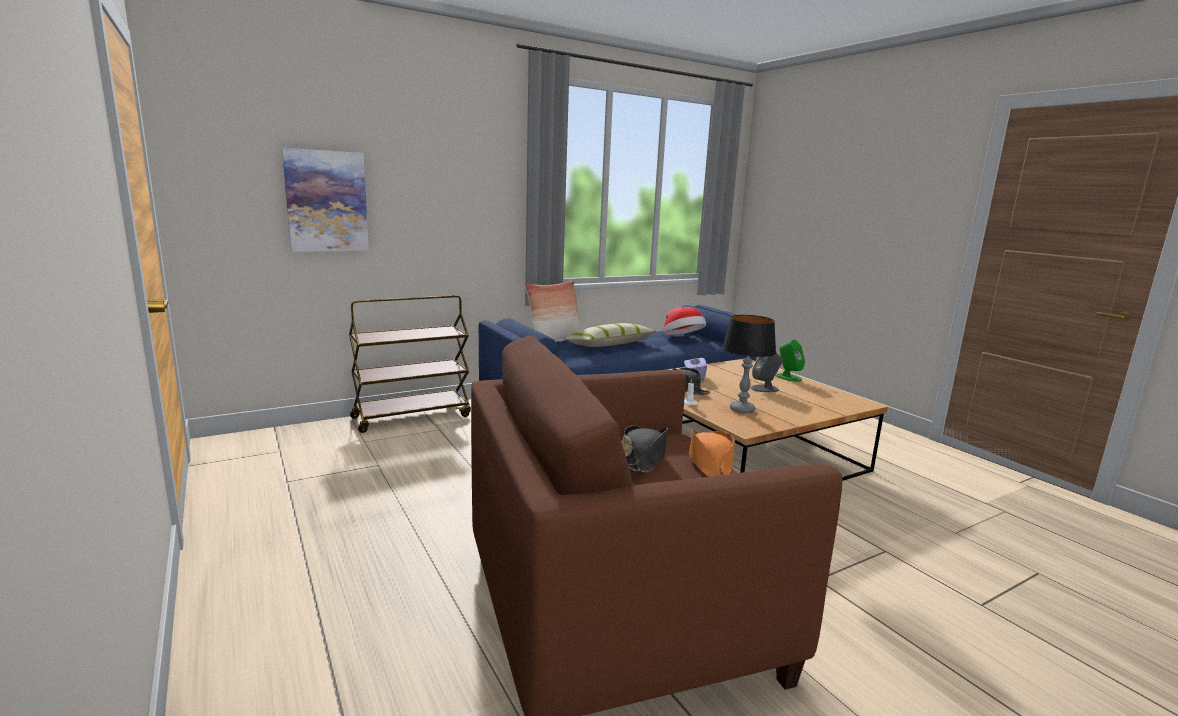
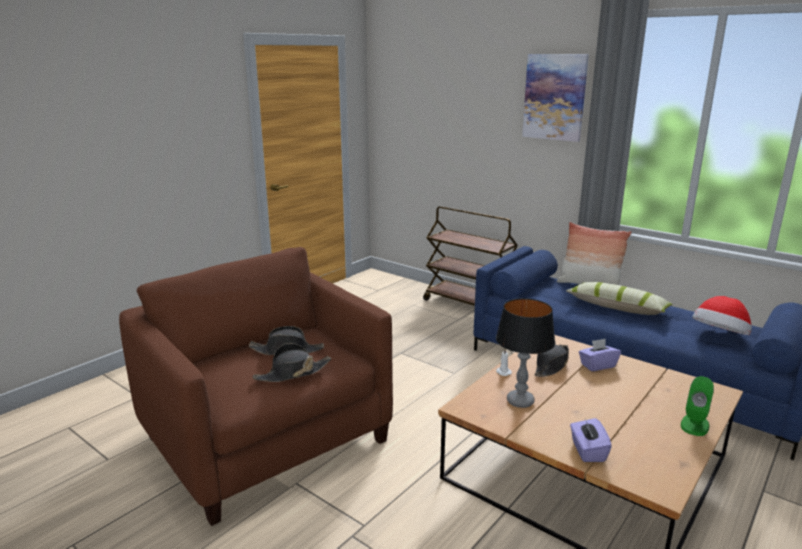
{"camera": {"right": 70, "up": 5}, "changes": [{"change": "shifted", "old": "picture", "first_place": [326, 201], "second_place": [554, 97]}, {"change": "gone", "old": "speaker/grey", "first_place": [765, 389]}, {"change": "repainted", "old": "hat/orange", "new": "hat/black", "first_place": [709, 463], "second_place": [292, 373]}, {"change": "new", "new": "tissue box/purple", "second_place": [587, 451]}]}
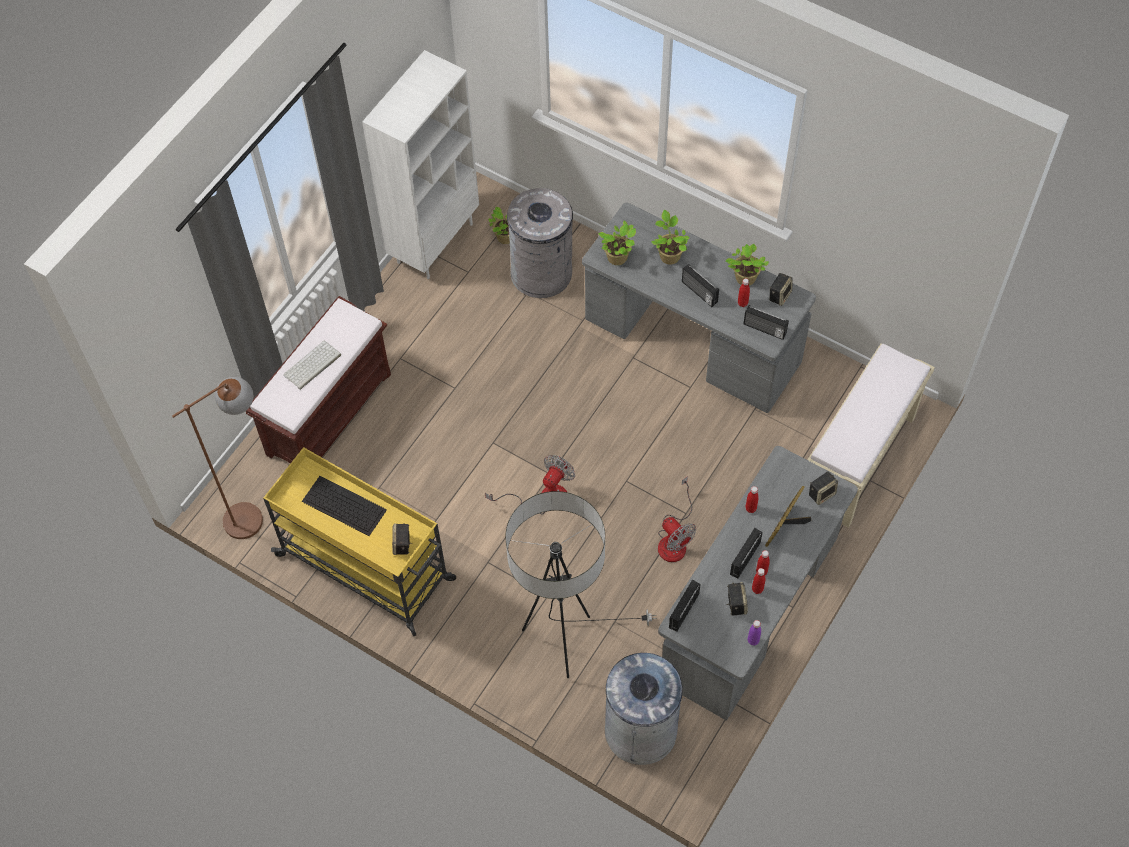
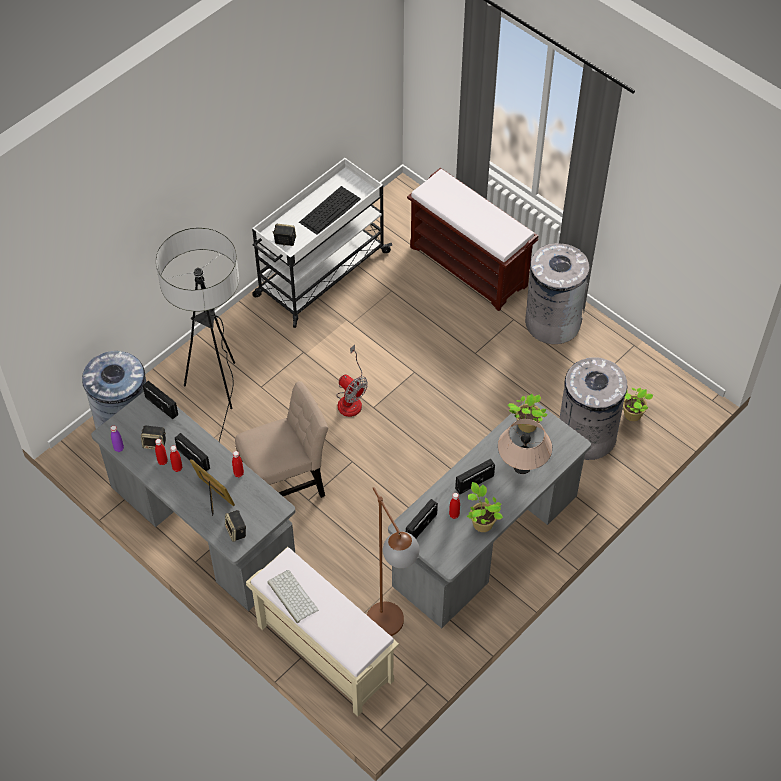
{"camera": {"right": 100, "up": -5}, "changes": [{"change": "gone", "old": "bookcase/white", "first_place": [434, 242]}, {"change": "swapped", "old": "potted plant", "new": "table lamp/beige", "first_place": [669, 255], "second_place": [521, 466]}, {"change": "gone", "old": "speaker", "first_place": [779, 295]}, {"change": "shifted", "old": "keyboard", "first_place": [312, 366], "second_place": [291, 596]}, {"change": "shifted", "old": "floor lamp/brown", "first_place": [255, 513], "second_place": [391, 631]}, {"change": "repainted", "old": "cart/yellow", "new": "cart/white", "first_place": [367, 568], "second_place": [320, 275]}, {"change": "swapped", "old": "fan", "new": "chair/beige", "first_place": [674, 539], "second_place": [286, 486]}, {"change": "new", "new": "trash can/grey", "second_place": [552, 322]}]}
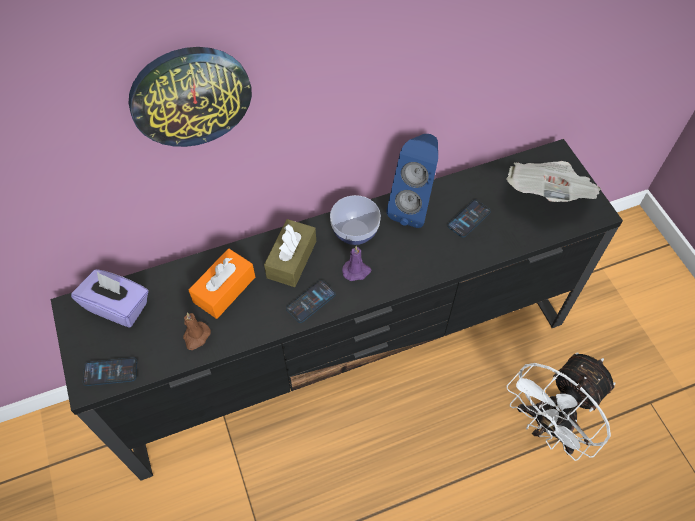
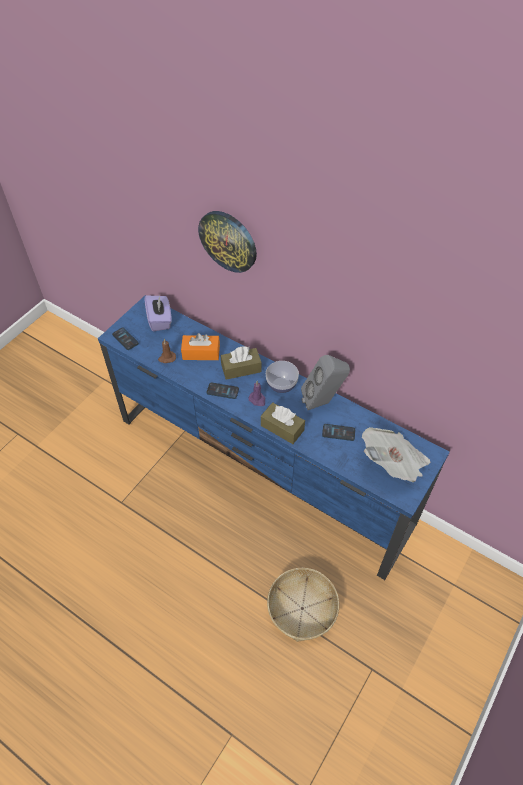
{"camera": {"right": 55, "up": -5}, "changes": [{"change": "repainted", "old": "speaker/blue", "new": "speaker/grey", "first_place": [413, 206], "second_place": [323, 401]}, {"change": "repainted", "old": "tv stand/black", "new": "tv stand/blue", "first_place": [349, 356], "second_place": [262, 471]}, {"change": "swapped", "old": "fan/white", "new": "basket", "first_place": [547, 426], "second_place": [302, 608]}, {"change": "new", "new": "tissue box/brown", "second_place": [282, 428]}]}
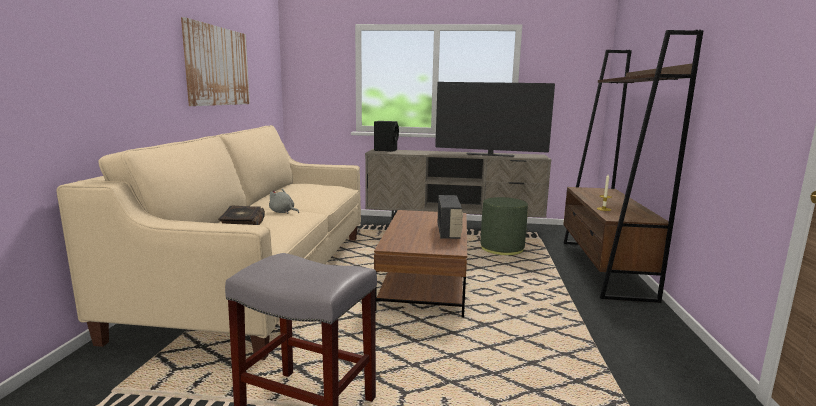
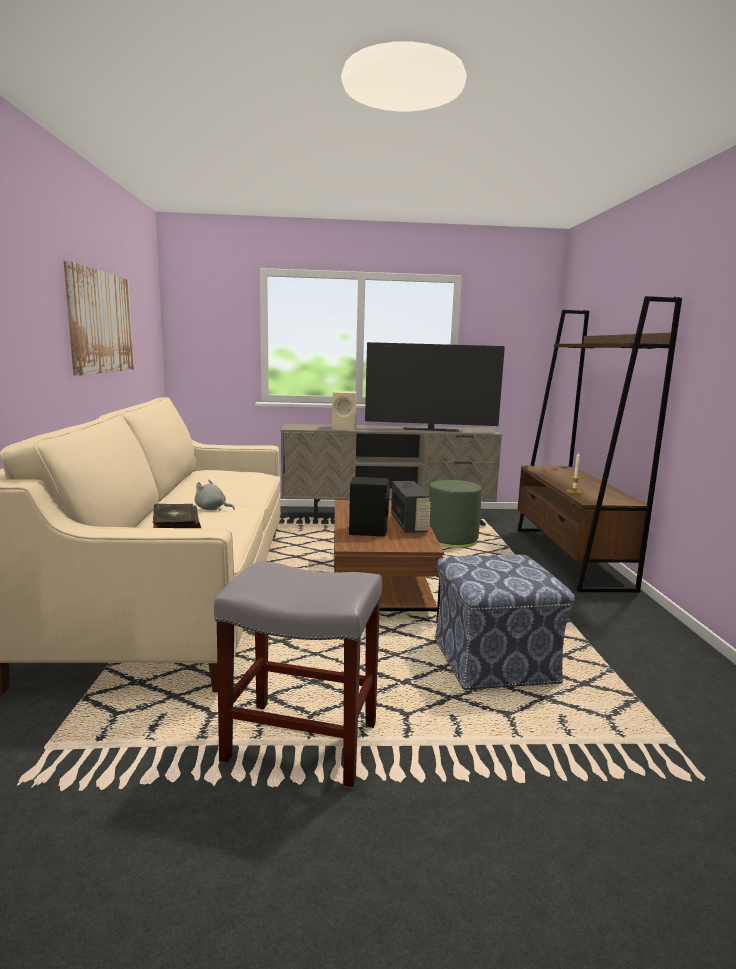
{"camera": {"right": -10, "up": 0}, "changes": [{"change": "shifted", "old": "speaker/black", "first_place": [386, 150], "second_place": [368, 530]}, {"change": "new", "new": "speaker/beige", "second_place": [345, 428]}, {"change": "new", "new": "ottoman", "second_place": [494, 661]}]}
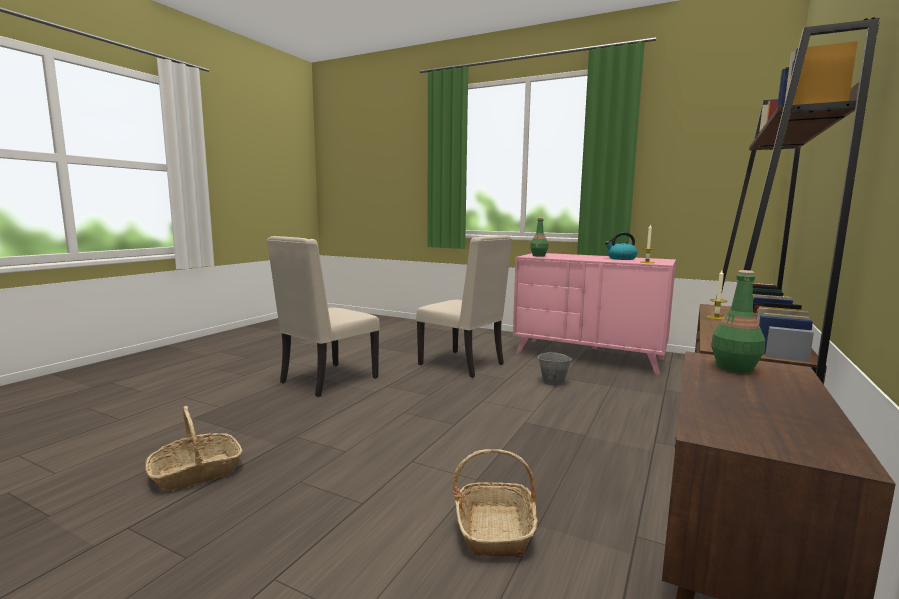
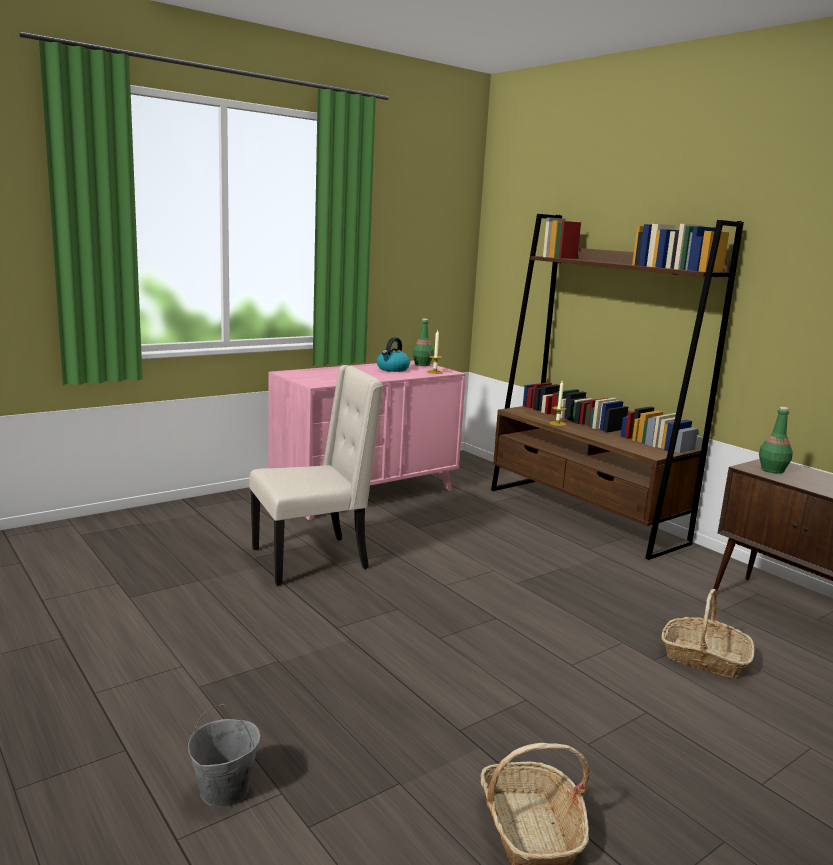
{"camera": {"right": -65, "up": 5}, "changes": [{"change": "shifted", "old": "bottle/green", "first_place": [539, 256], "second_place": [422, 364]}, {"change": "gone", "old": "chair/beige", "first_place": [327, 380]}, {"change": "shifted", "old": "bucket/grey", "first_place": [553, 382], "second_place": [224, 791]}]}
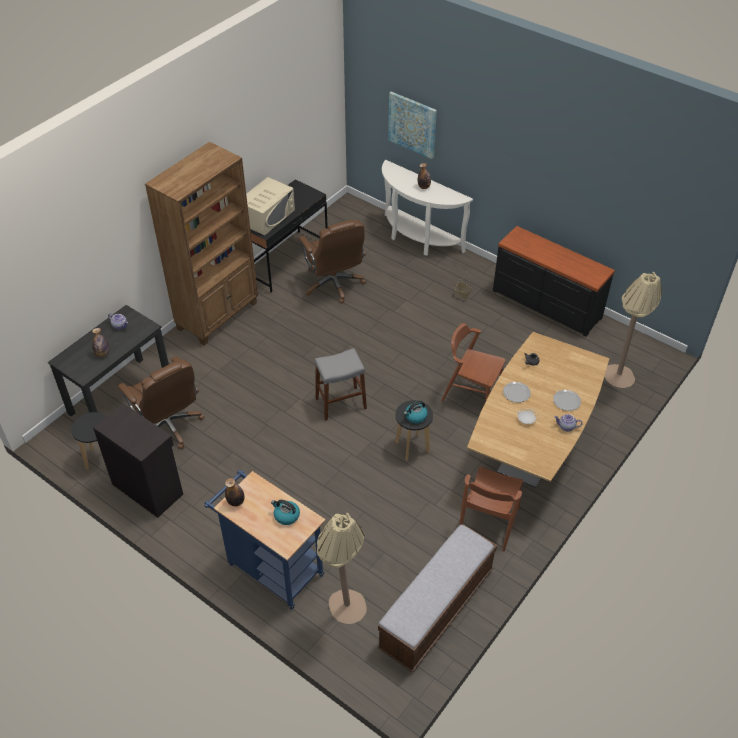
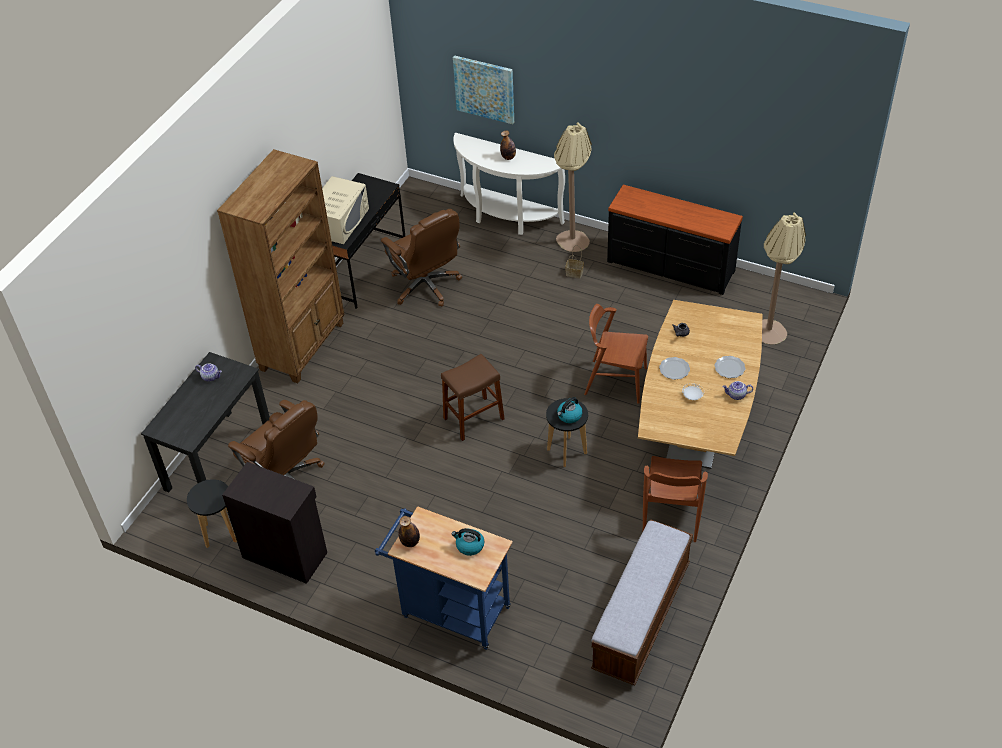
{"camera": {"right": -10, "up": 0}, "changes": [{"change": "gone", "old": "bottle", "first_place": [103, 354]}, {"change": "repainted", "old": "stool/grey", "new": "stool/brown", "first_place": [340, 403], "second_place": [473, 418]}, {"change": "shifted", "old": "floor lamp/beige", "first_place": [344, 614], "second_place": [571, 246]}]}
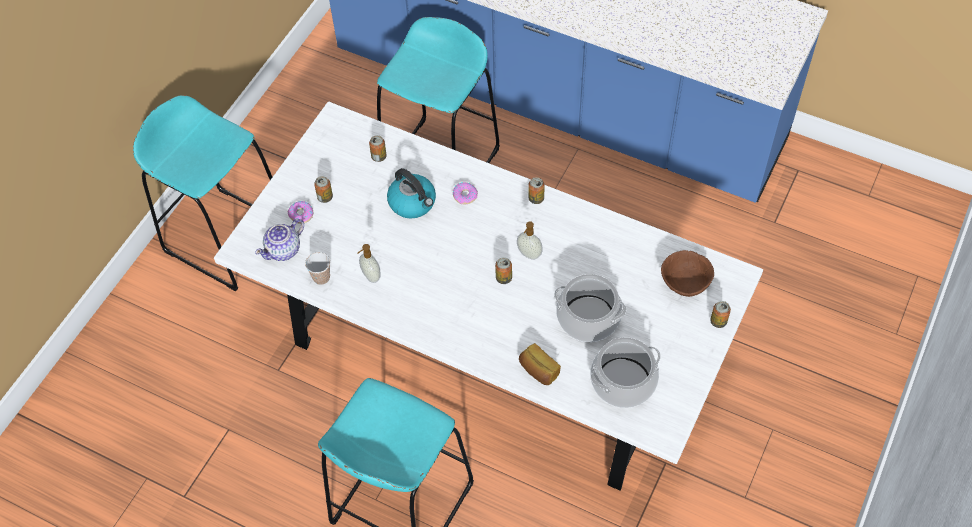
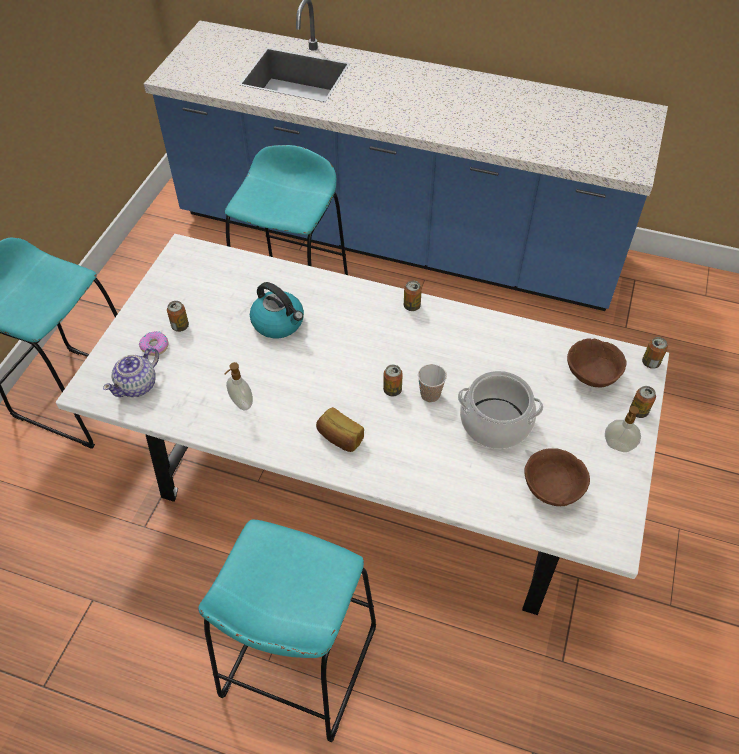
{"camera": {"right": -10, "up": -5}, "changes": [{"change": "shifted", "old": "can", "first_place": [379, 156], "second_place": [650, 363]}, {"change": "gone", "old": "donut", "first_place": [465, 195]}, {"change": "shifted", "old": "soap dispenser", "first_place": [528, 254], "second_place": [617, 446]}, {"change": "shifted", "old": "cup", "first_place": [321, 277], "second_place": [430, 395]}, {"change": "swapped", "old": "cooking pot", "new": "bowl/brown", "first_place": [623, 382], "second_place": [551, 490]}, {"change": "shifted", "old": "bread", "first_place": [538, 371], "second_place": [339, 438]}]}
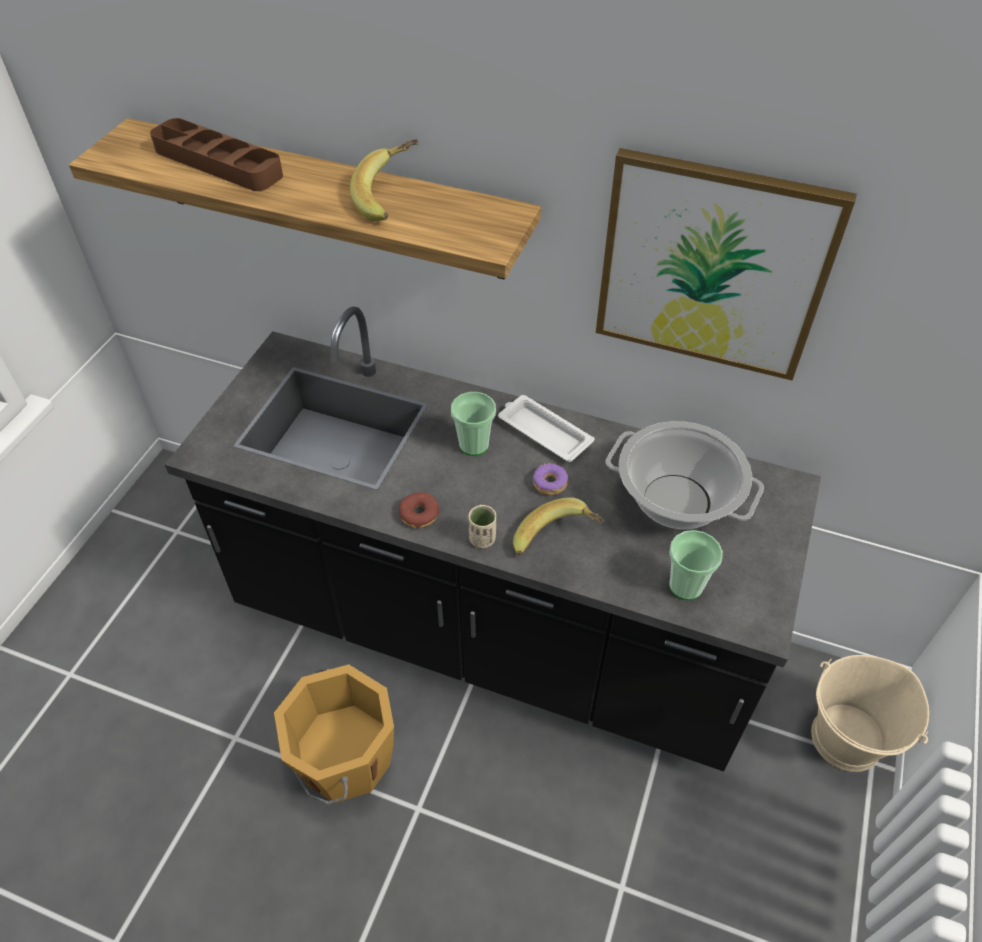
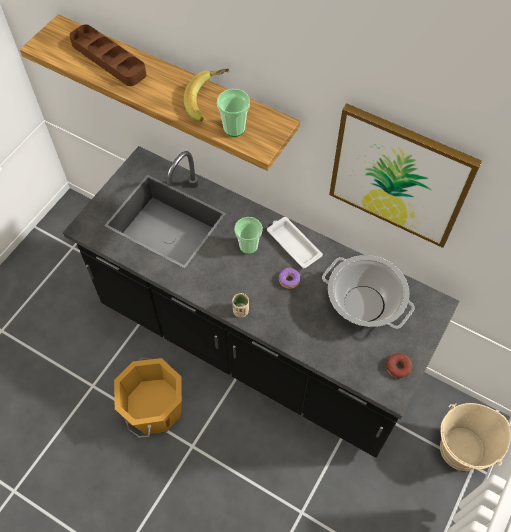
{"camera": {"right": 10, "up": 10}, "changes": [{"change": "shifted", "old": "donut", "first_place": [419, 514], "second_place": [398, 367]}, {"change": "gone", "old": "banana", "first_place": [557, 542]}, {"change": "shifted", "old": "cup", "first_place": [685, 586], "second_place": [234, 128]}]}
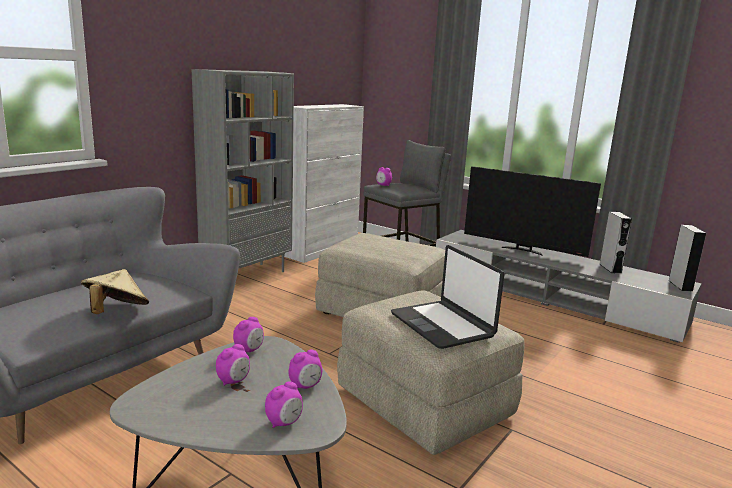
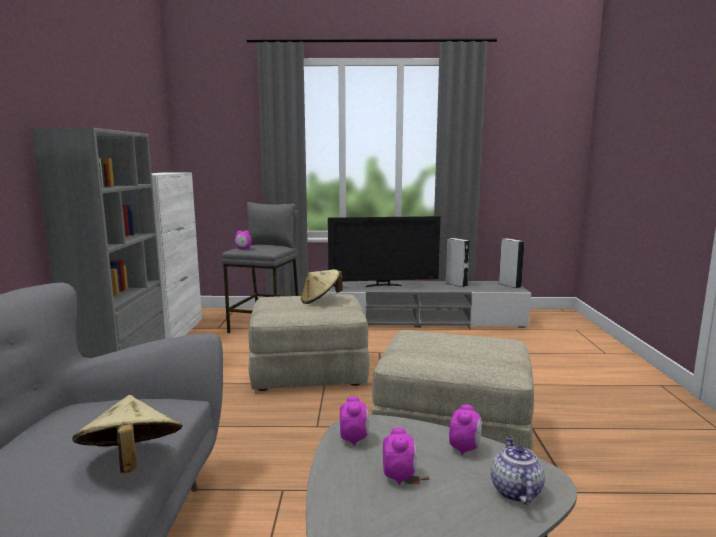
{"camera": {"right": -35, "up": -5}, "changes": [{"change": "gone", "old": "laptop", "first_place": [442, 325]}, {"change": "swapped", "old": "alarm clock", "new": "teapot", "first_place": [284, 423], "second_place": [515, 491]}, {"change": "new", "new": "hat/beige", "second_place": [320, 300]}]}
